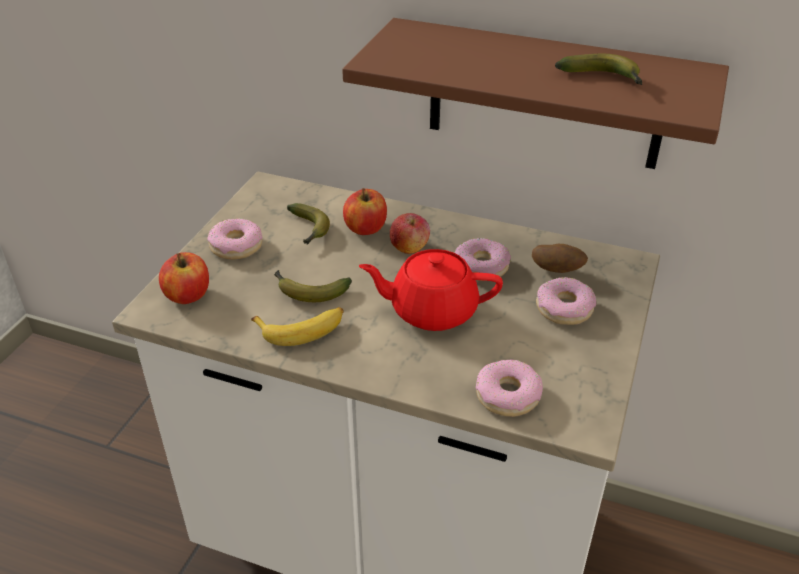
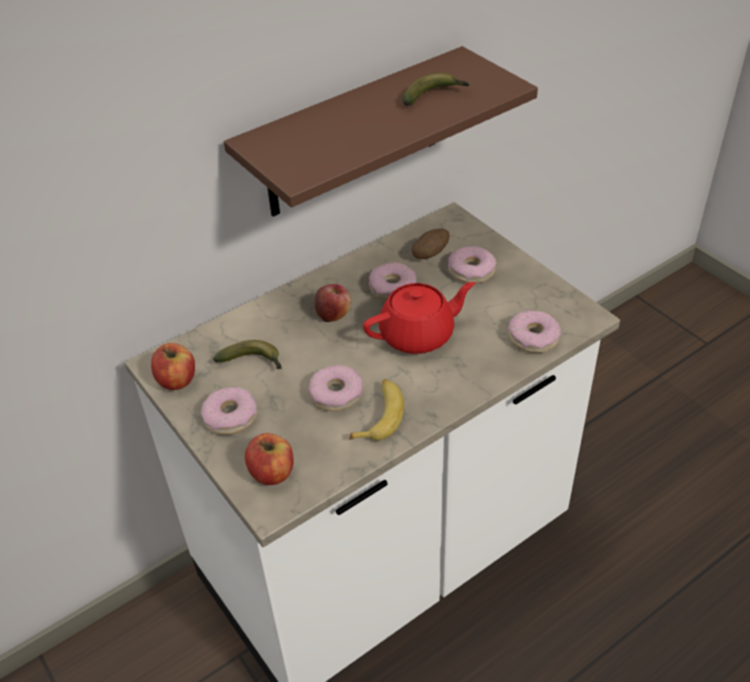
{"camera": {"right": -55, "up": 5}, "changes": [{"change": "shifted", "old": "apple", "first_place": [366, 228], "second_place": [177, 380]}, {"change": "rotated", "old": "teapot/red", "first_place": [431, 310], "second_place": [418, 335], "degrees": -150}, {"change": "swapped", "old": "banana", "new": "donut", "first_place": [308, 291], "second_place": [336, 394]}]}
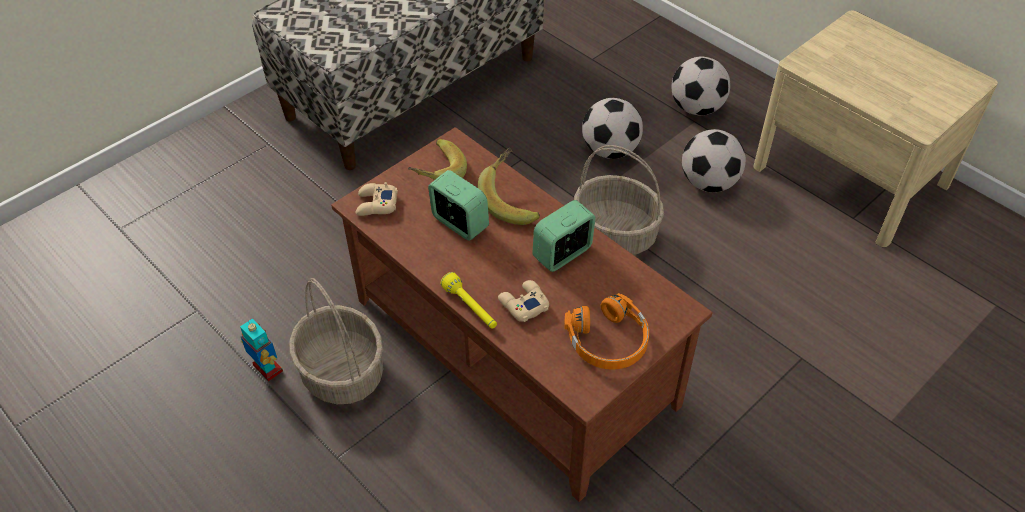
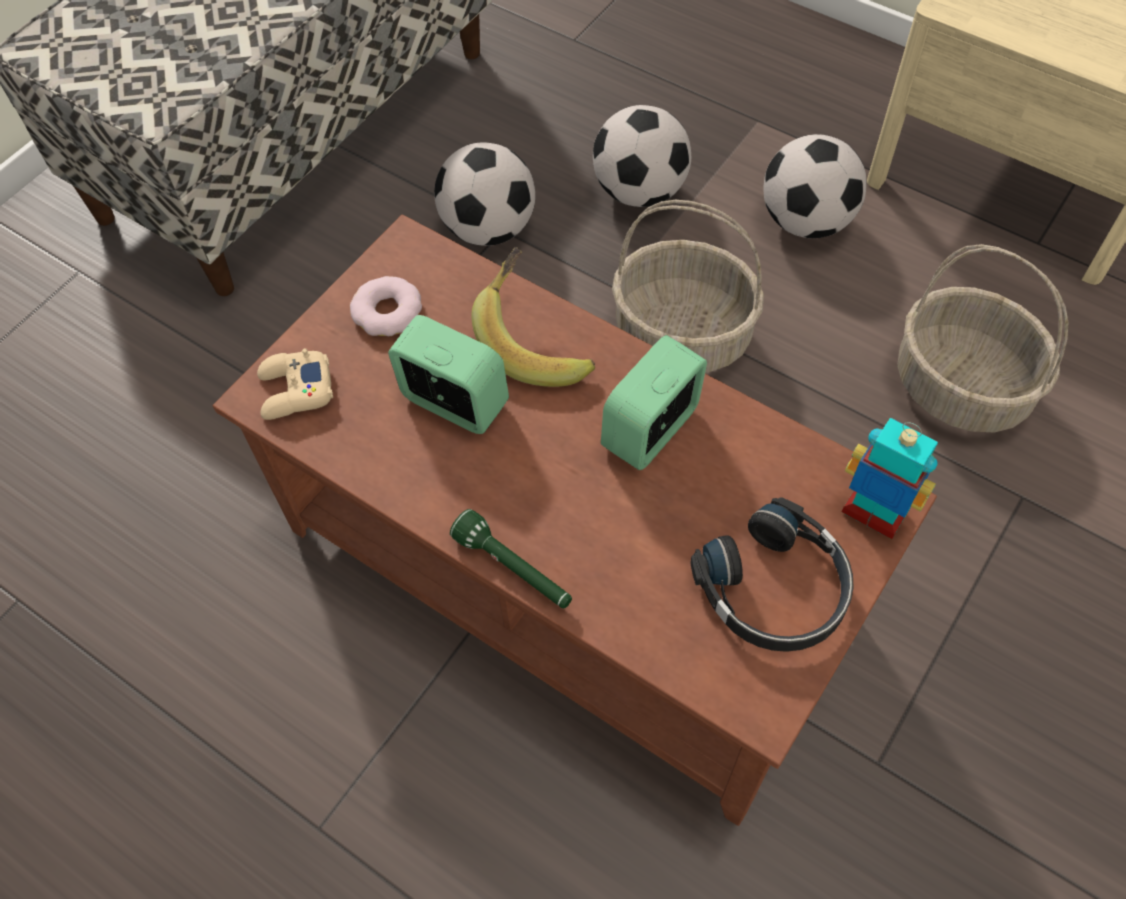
{"camera": {"right": -10, "up": 10}, "changes": [{"change": "shifted", "old": "football", "first_place": [696, 108], "second_place": [489, 228]}, {"change": "swapped", "old": "banana", "new": "donut", "first_place": [435, 174], "second_place": [388, 312]}, {"change": "repainted", "old": "flashlight/yellow", "new": "flashlight/green", "first_place": [470, 308], "second_place": [514, 569]}, {"change": "shifted", "old": "basket", "first_place": [341, 372], "second_place": [958, 387]}, {"change": "gone", "old": "game controller/beige", "first_place": [523, 304]}, {"change": "repainted", "old": "headphones/orange", "new": "headphones/black", "first_place": [608, 341], "second_place": [775, 589]}, {"change": "shifted", "old": "toy robot", "first_place": [267, 369], "second_place": [873, 513]}]}
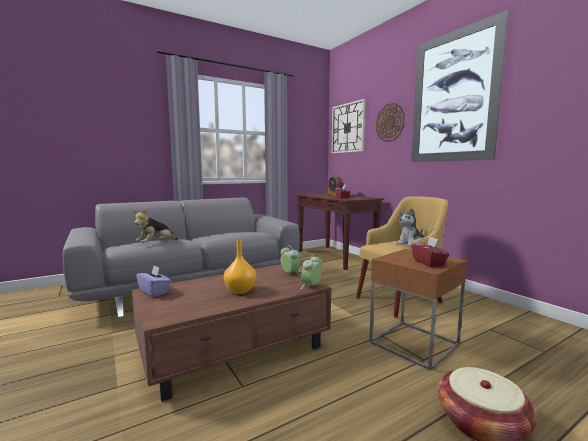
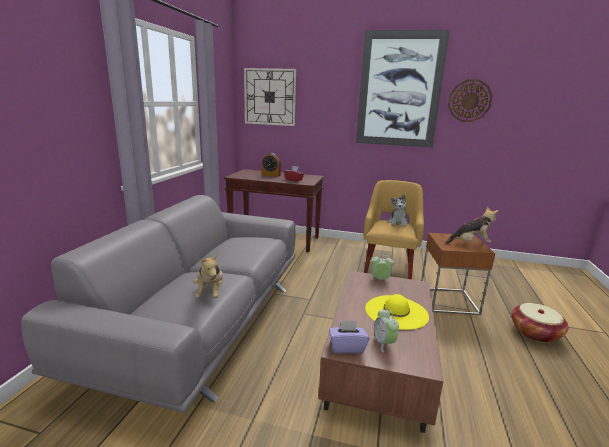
{"camera": {"right": -45, "up": 10}, "changes": [{"change": "shifted", "old": "wall clock", "first_place": [390, 122], "second_place": [469, 101]}, {"change": "swapped", "old": "tissue box/red", "new": "plush toy", "first_place": [429, 263], "second_place": [470, 244]}, {"change": "swapped", "old": "vase/orange", "new": "hat/yellow", "first_place": [240, 291], "second_place": [396, 312]}, {"change": "shifted", "old": "alarm clock", "first_place": [311, 286], "second_place": [384, 343]}]}
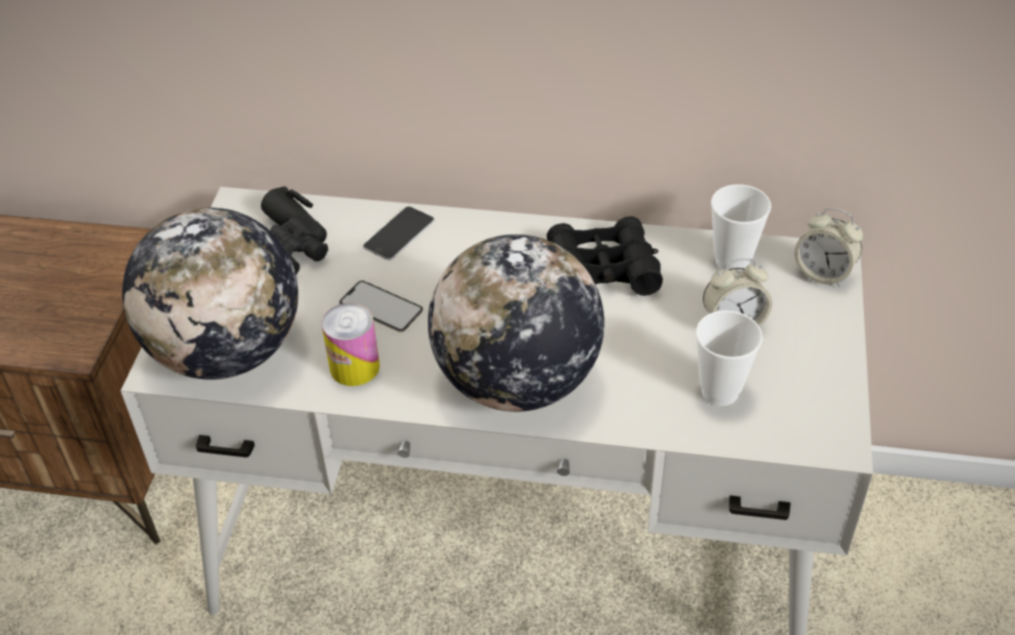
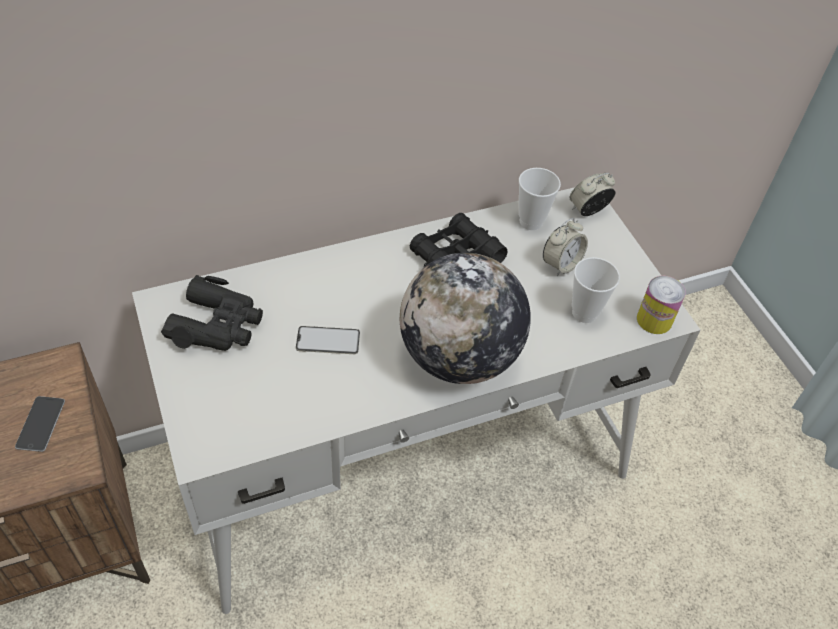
{"camera": {"right": -35, "up": 5}, "changes": [{"change": "shifted", "old": "phone", "first_place": [399, 233], "second_place": [40, 424]}, {"change": "gone", "old": "globe", "first_place": [227, 351]}, {"change": "rotated", "old": "alarm clock", "first_place": [823, 273], "second_place": [588, 210], "degrees": 150}, {"change": "shifted", "old": "can", "first_place": [354, 367], "second_place": [654, 320]}]}
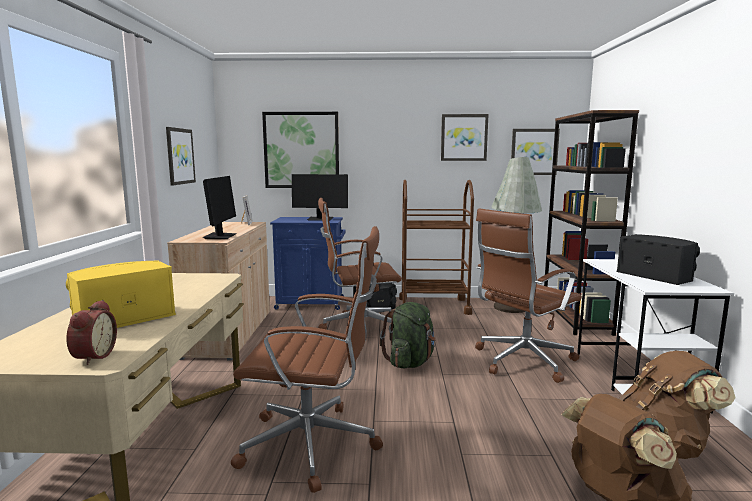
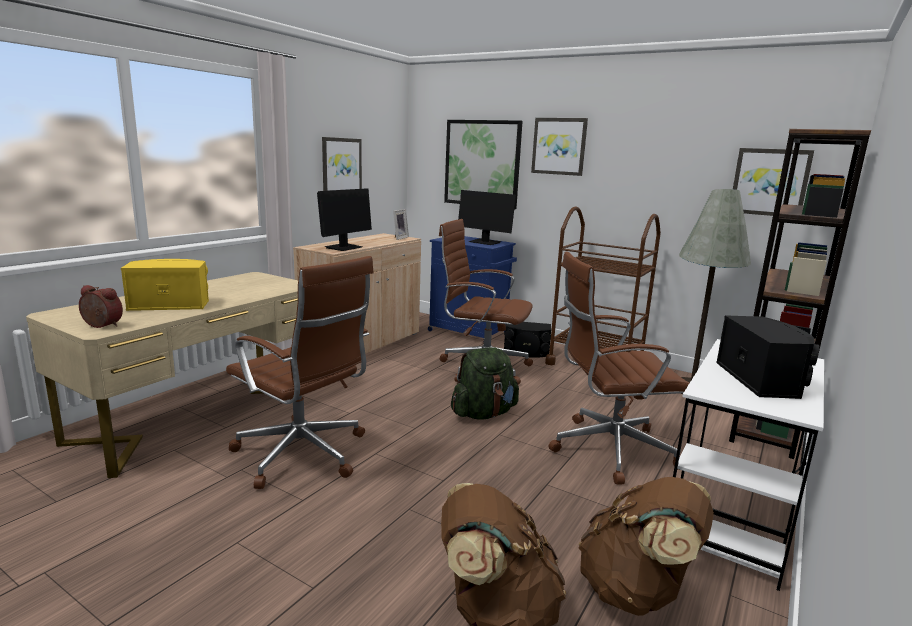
{"camera": {"right": 30, "up": 5}, "changes": [{"change": "shifted", "old": "picture", "first_place": [464, 137], "second_place": [559, 146]}, {"change": "rotated", "old": "alarm clock", "first_place": [92, 356], "second_place": [101, 326], "degrees": -105}]}
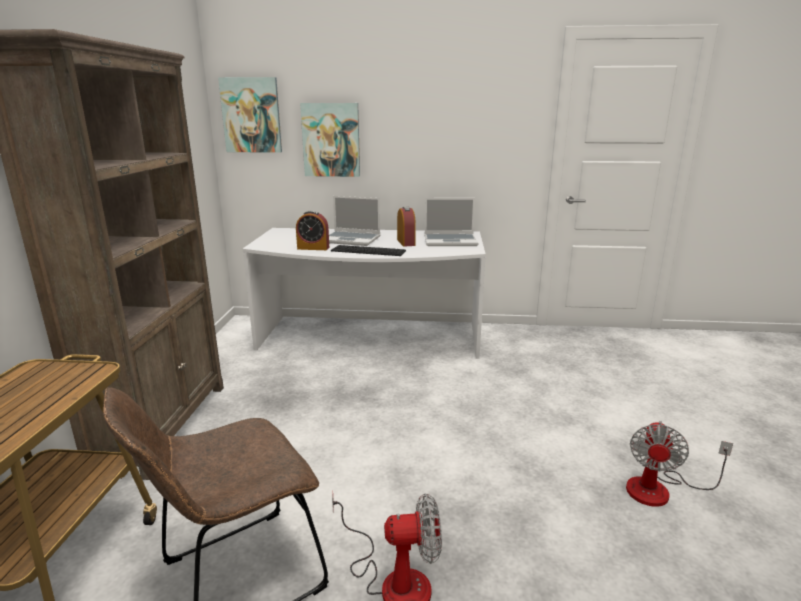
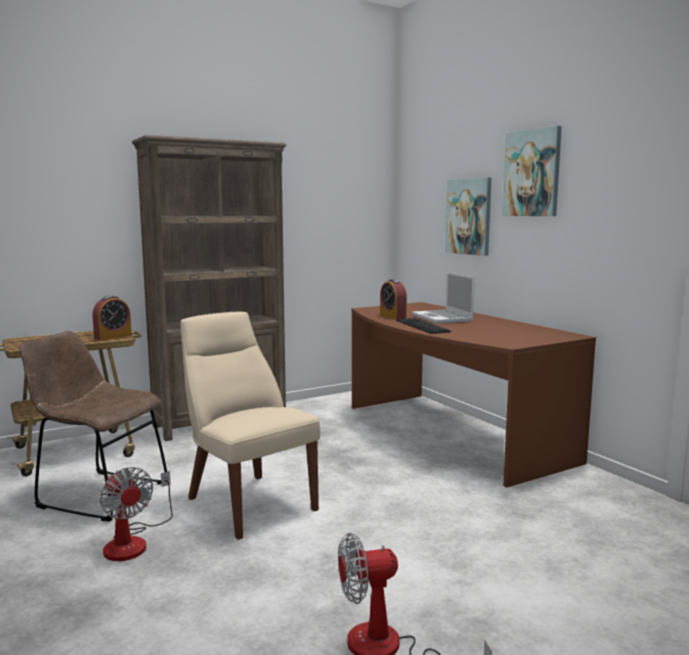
{"camera": {"right": 55, "up": -10}, "changes": [{"change": "shifted", "old": "picture", "first_place": [251, 115], "second_place": [532, 173]}, {"change": "gone", "old": "laptop", "first_place": [451, 241]}, {"change": "shifted", "old": "alarm clock", "first_place": [406, 242], "second_place": [113, 337]}, {"change": "repainted", "old": "desk/white", "new": "desk/brown", "first_place": [369, 338], "second_place": [448, 433]}, {"change": "new", "new": "chair/beige", "second_place": [247, 502]}]}
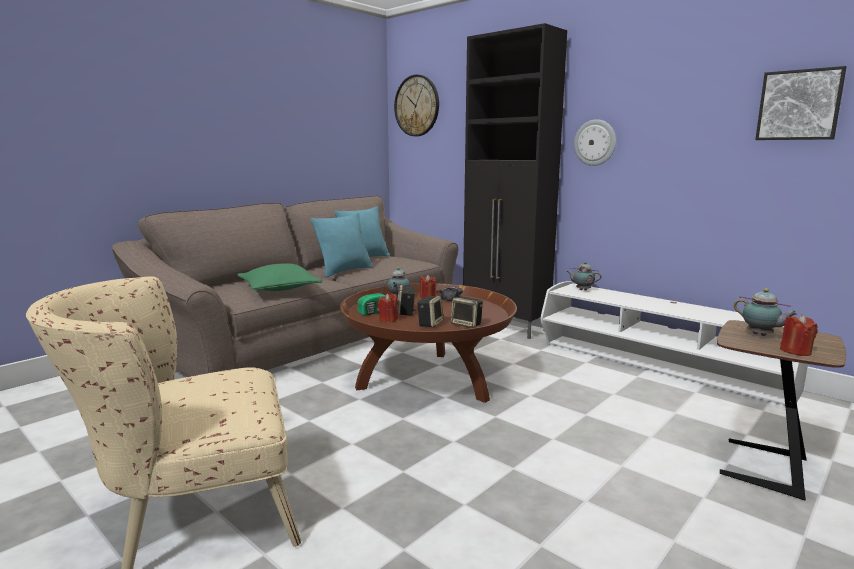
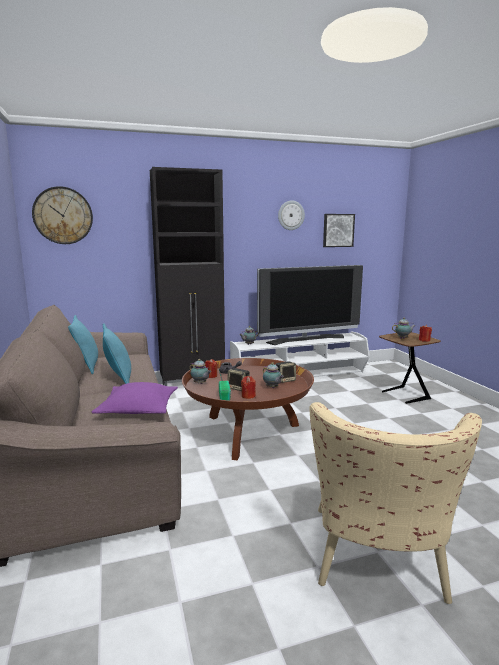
{"camera": {"right": -60, "up": 0}, "changes": [{"change": "shifted", "old": "wall clock", "first_place": [595, 142], "second_place": [291, 215]}, {"change": "repainted", "old": "pillow/green", "new": "pillow/purple", "first_place": [279, 288], "second_place": [138, 409]}, {"change": "swapped", "old": "speaker", "new": "teapot", "first_place": [430, 324], "second_place": [272, 388]}, {"change": "new", "new": "television", "second_place": [306, 339]}]}
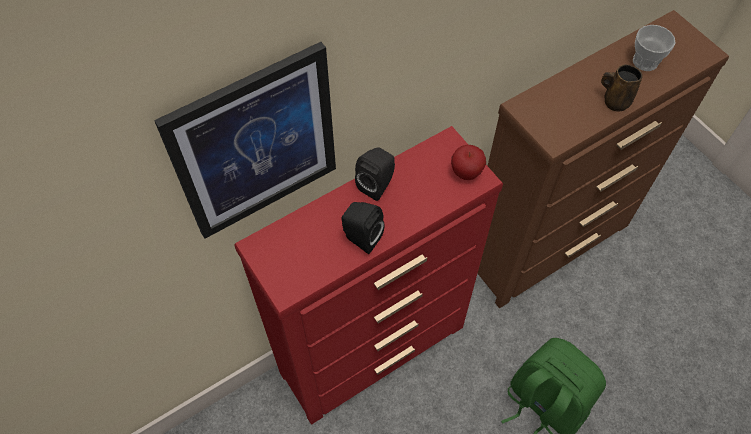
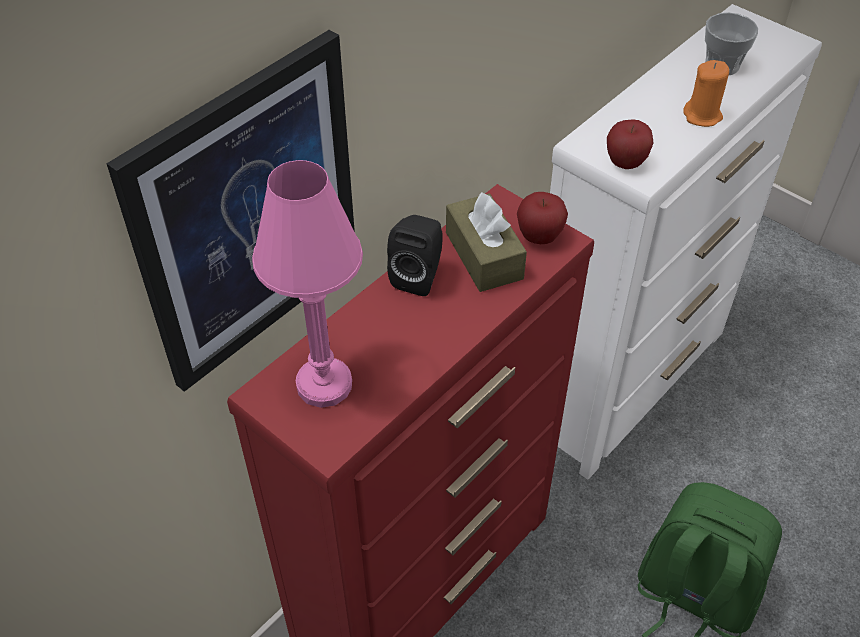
{"camera": {"right": -15, "up": -10}, "changes": [{"change": "repainted", "old": "dresser/brown", "new": "dresser/white", "first_place": [549, 244], "second_place": [627, 379]}, {"change": "swapped", "old": "mug/brown", "new": "candle/orange", "first_place": [614, 101], "second_place": [702, 116]}, {"change": "gone", "old": "speaker/black", "first_place": [360, 238]}, {"change": "new", "new": "apple", "second_place": [625, 163]}, {"change": "new", "new": "table lamp/pink", "second_place": [324, 384]}, {"change": "new", "new": "tissue box/brown", "second_place": [484, 255]}]}
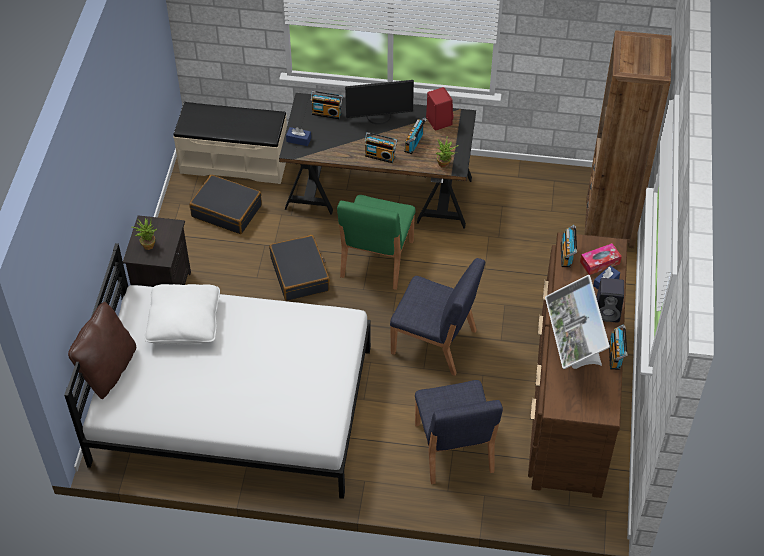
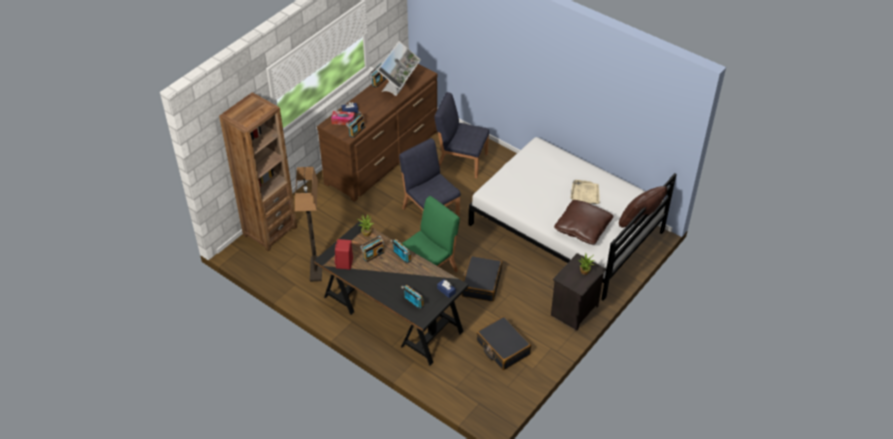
{"camera": {"right": -150, "up": -5}, "changes": [{"change": "gone", "old": "monitor", "first_place": [379, 117]}, {"change": "gone", "old": "bench/beige", "first_place": [234, 161]}, {"change": "gone", "old": "speaker/black", "first_place": [608, 312]}, {"change": "repainted", "old": "pillow/white", "new": "pillow/brown", "first_place": [184, 322], "second_place": [582, 228]}, {"change": "rotated", "old": "chair/blue", "first_place": [453, 449], "second_place": [461, 161], "degrees": -90}, {"change": "new", "new": "floor lamp", "second_place": [316, 269]}, {"change": "new", "new": "tray/beige", "second_place": [585, 193]}]}
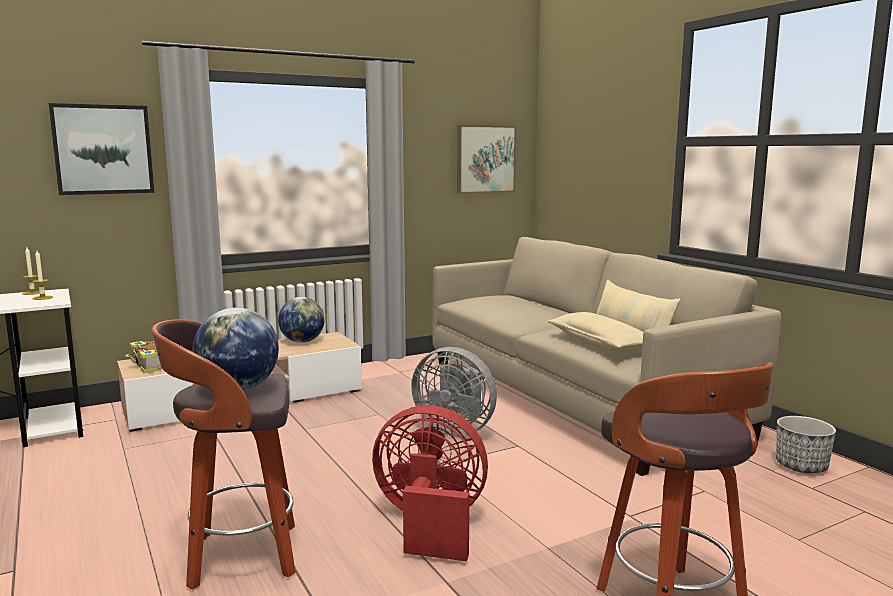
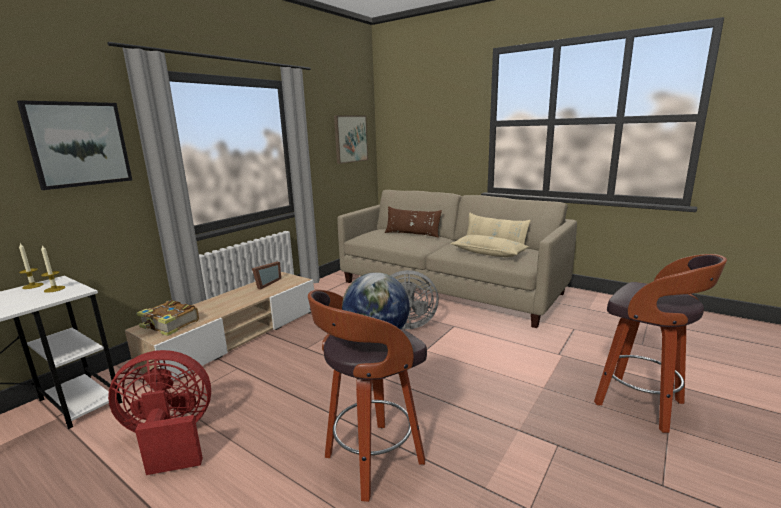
{"camera": {"right": -25, "up": 5}, "changes": [{"change": "swapped", "old": "globe", "new": "picture frame", "first_place": [302, 341], "second_place": [266, 284]}, {"change": "shifted", "old": "fan/red", "first_place": [430, 524], "second_place": [170, 440]}, {"change": "gone", "old": "planter", "first_place": [801, 466]}, {"change": "new", "new": "pillow/brown", "second_place": [412, 234]}]}
